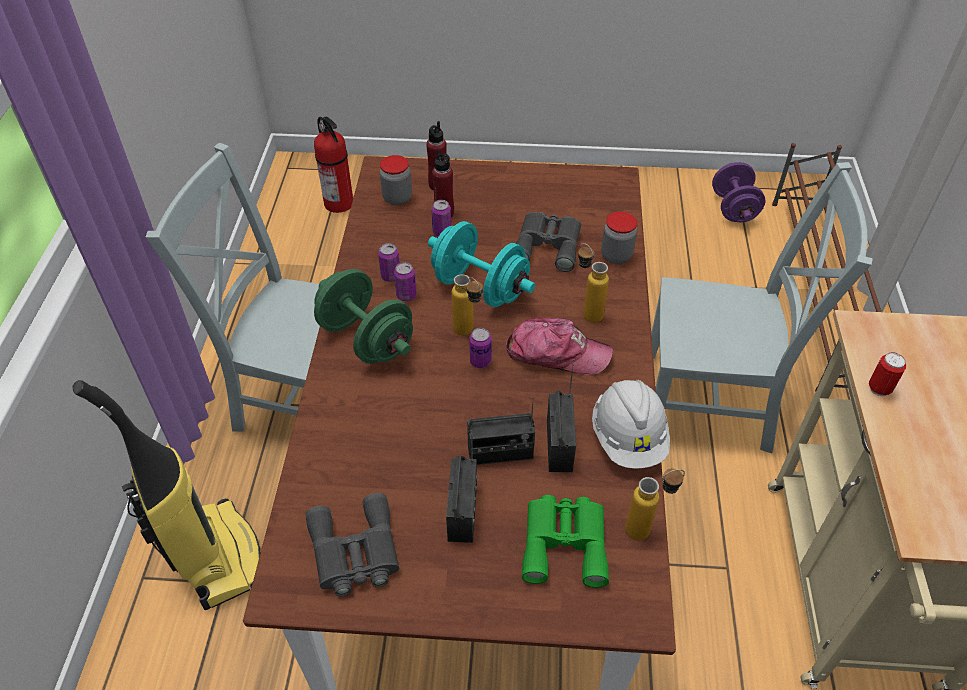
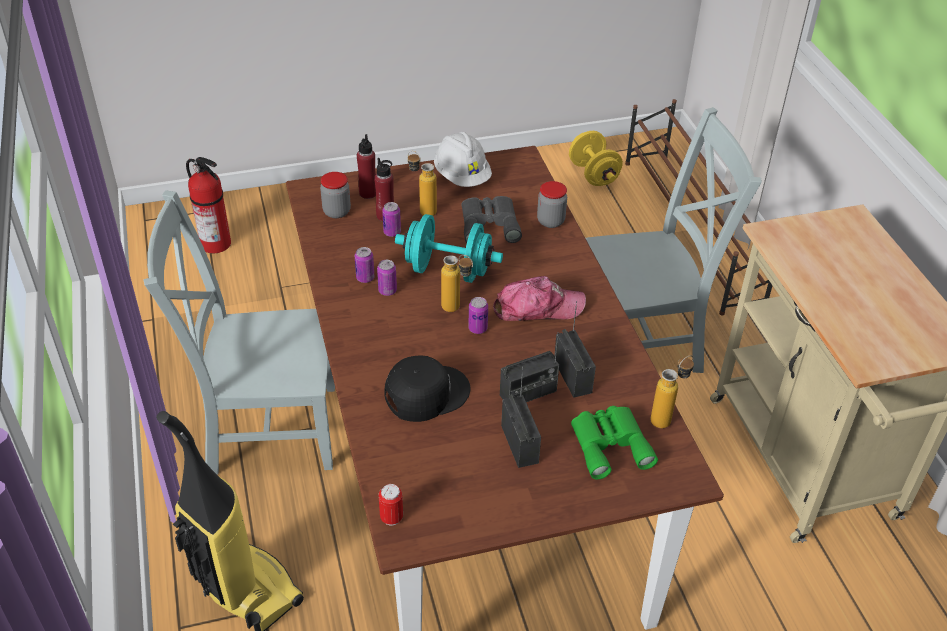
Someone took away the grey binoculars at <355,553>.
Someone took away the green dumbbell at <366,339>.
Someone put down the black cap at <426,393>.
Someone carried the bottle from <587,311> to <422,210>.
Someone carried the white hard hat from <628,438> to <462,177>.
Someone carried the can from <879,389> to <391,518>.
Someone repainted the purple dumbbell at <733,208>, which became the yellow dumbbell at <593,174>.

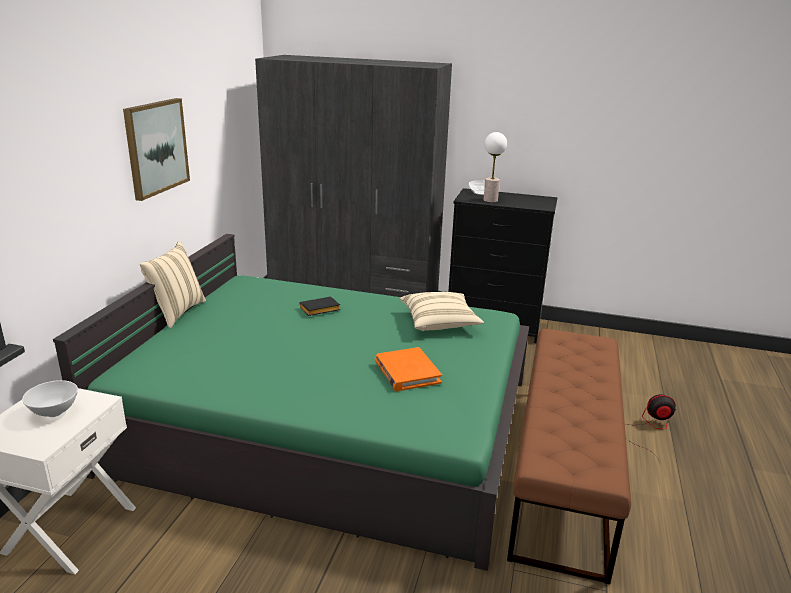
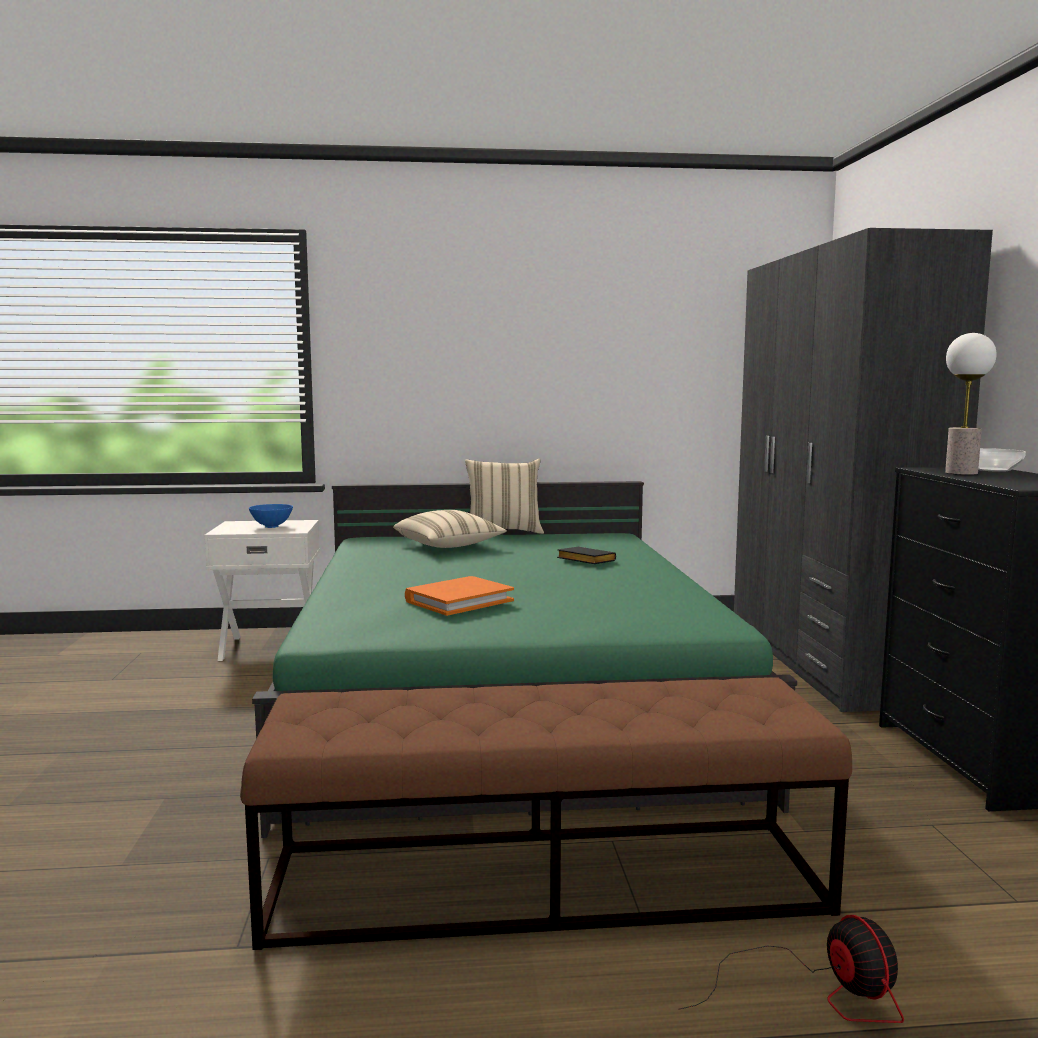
Someone took away the picture at <156,147>.
Someone carried the beige pillow from <439,323> to <448,546>.
Someone repainted the white bowl at <54,413>, which became the blue bowl at <271,526>.

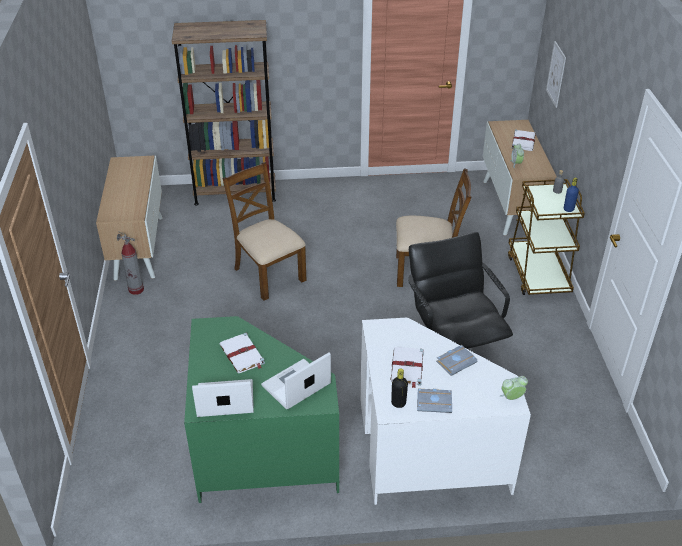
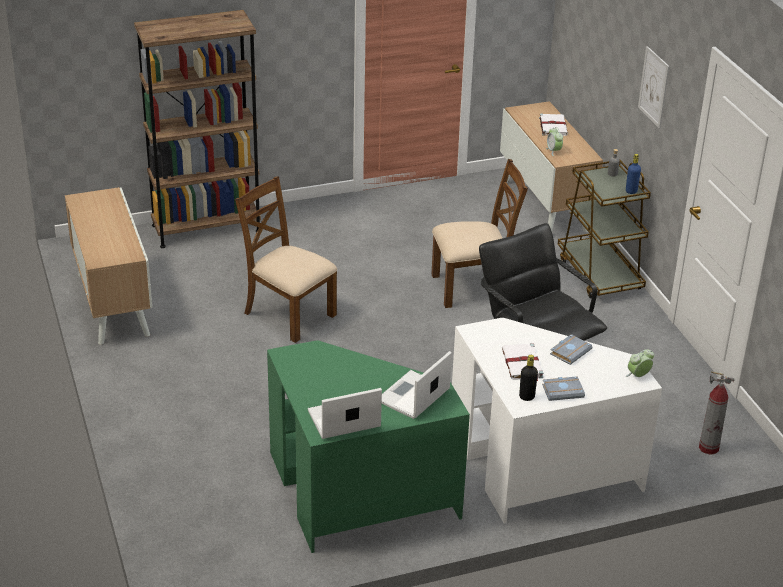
Someone took away the white book at <242,355>.
Someone carried the fire extinguisher from <136,290> to <709,448>.
Someone carried the picture from <556,74> to <654,87>.

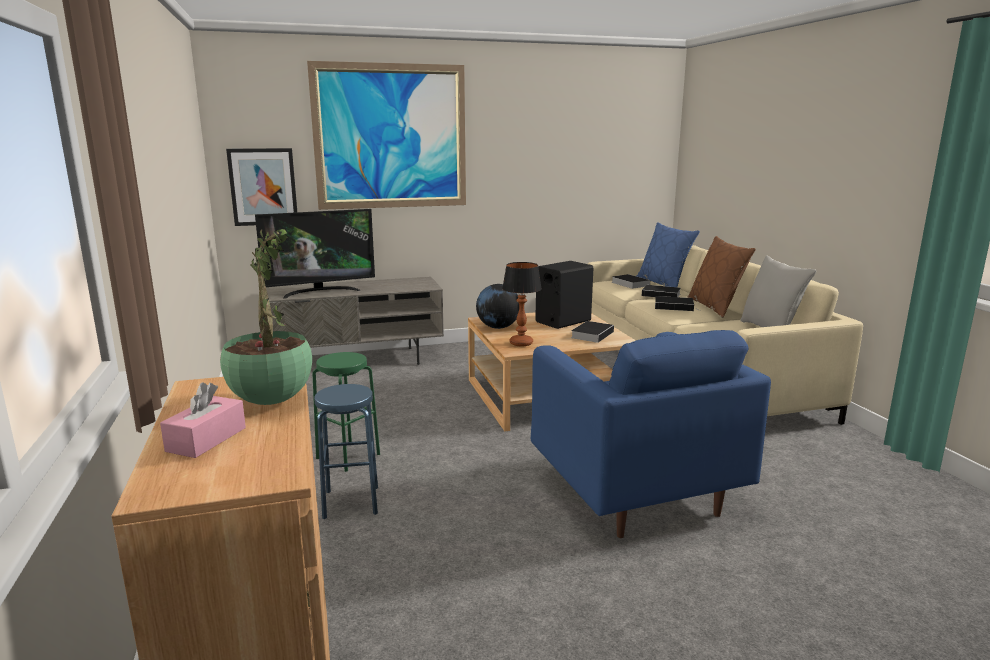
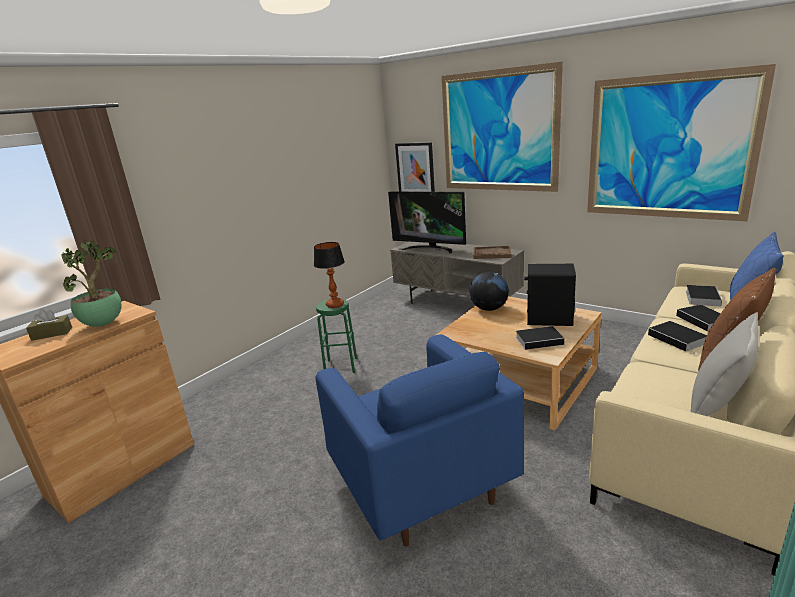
Someone took away the blue stool at <351,502>.
Someone put down the brown tray at <491,254>.
Someone put up the picture at <668,148>.
Someone carried the table lamp from <521,343> to <335,305>.
Someone repainted the pink tissue box at <206,439>, which became the brown tissue box at <52,334>.
Someone rotated the blue armchair at <633,491> by 60 degrees counterclockwise.

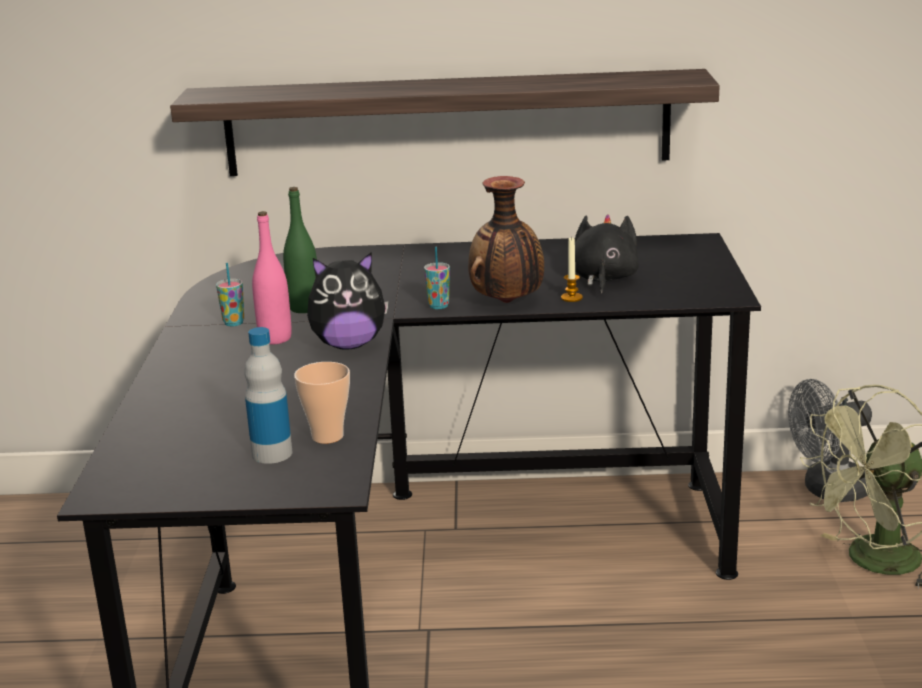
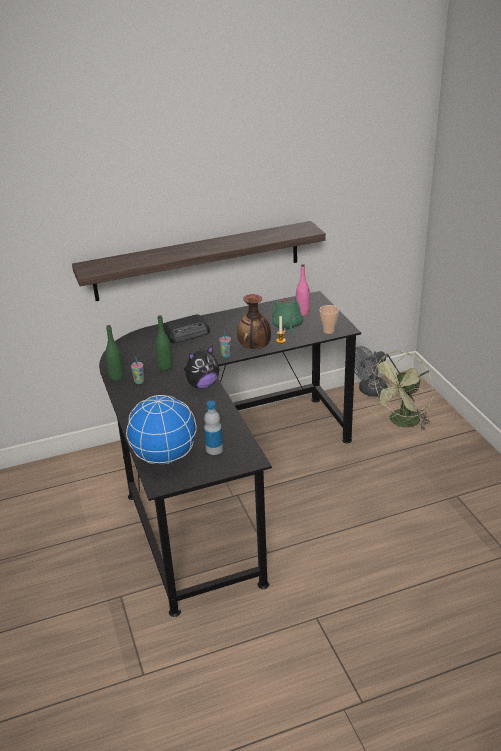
Someone put down the green bottle at <116,377>.
Someone put down the globe at <164,457>.
Someone put down the radio at <187,333>.
Someone carried the pink bottle from <275,338> to <302,313>.
Someone carried the cup from <327,436> to <328,331>.
Someone repainted the black plush toy at <603,279>, which became the green plush toy at <287,327>.

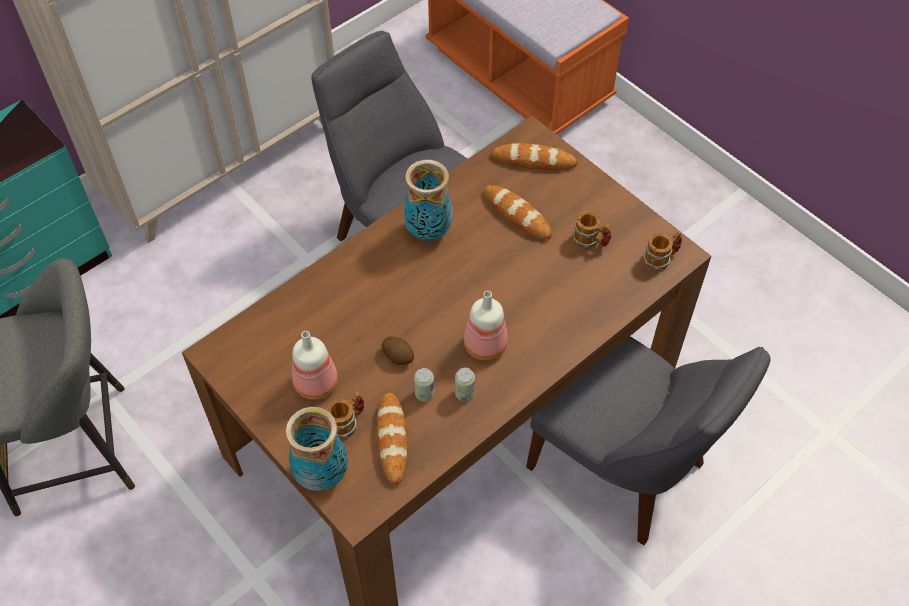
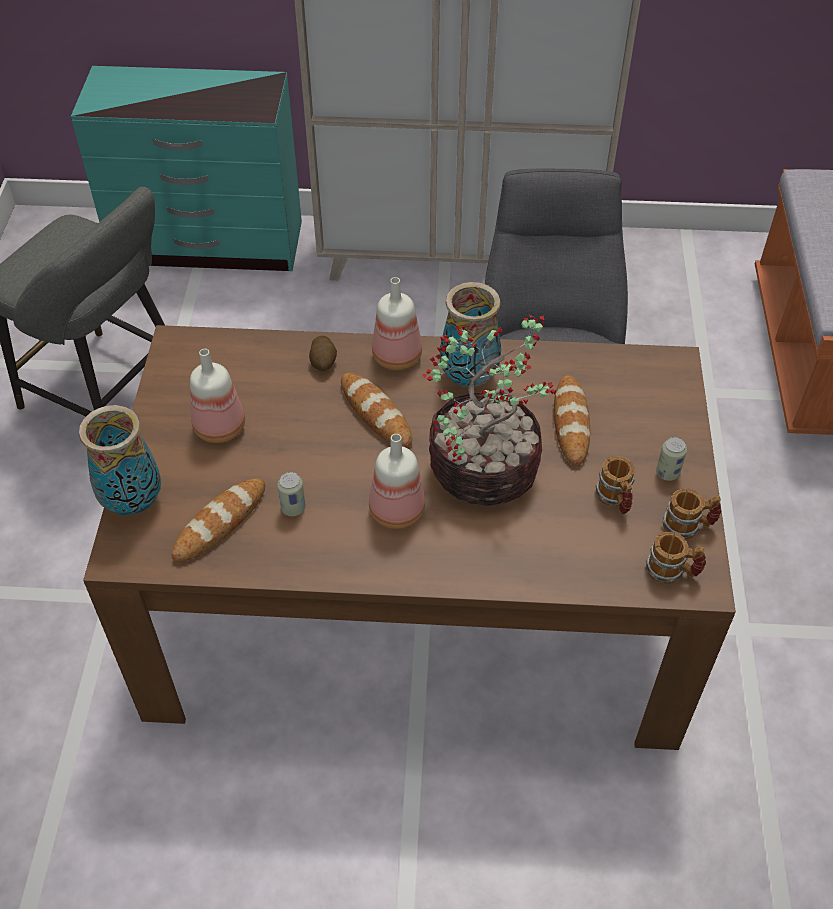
Someone took away the grey chair at <622,469>.
Someone put down the bottle at <398,356>.
Someone put down the potted plant at <486,467>.
Someone carried the mug from <347,423> to <688,526>.
Someone carried the potato from <398,356> to <323,362>.
Someone carried the can from <464,393> to <667,473>.
Someone carried the bread from <534,160> to <375,413>.

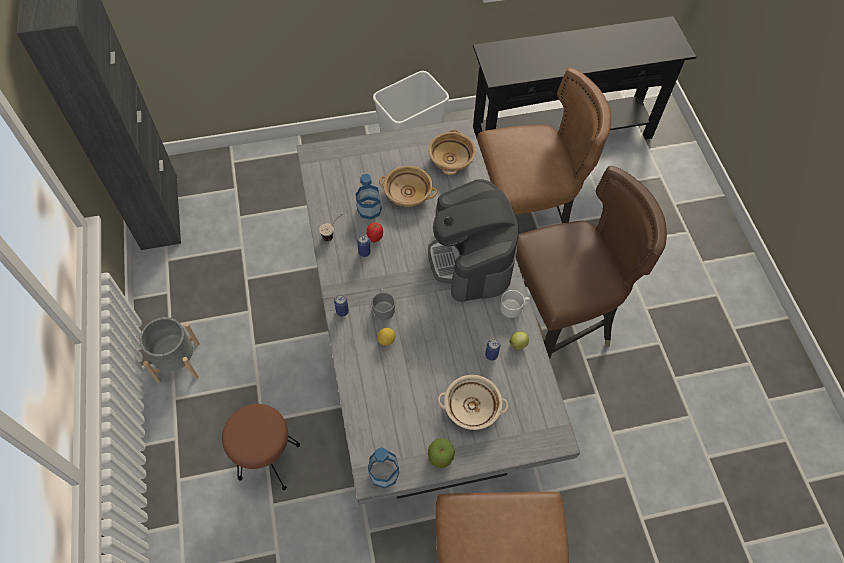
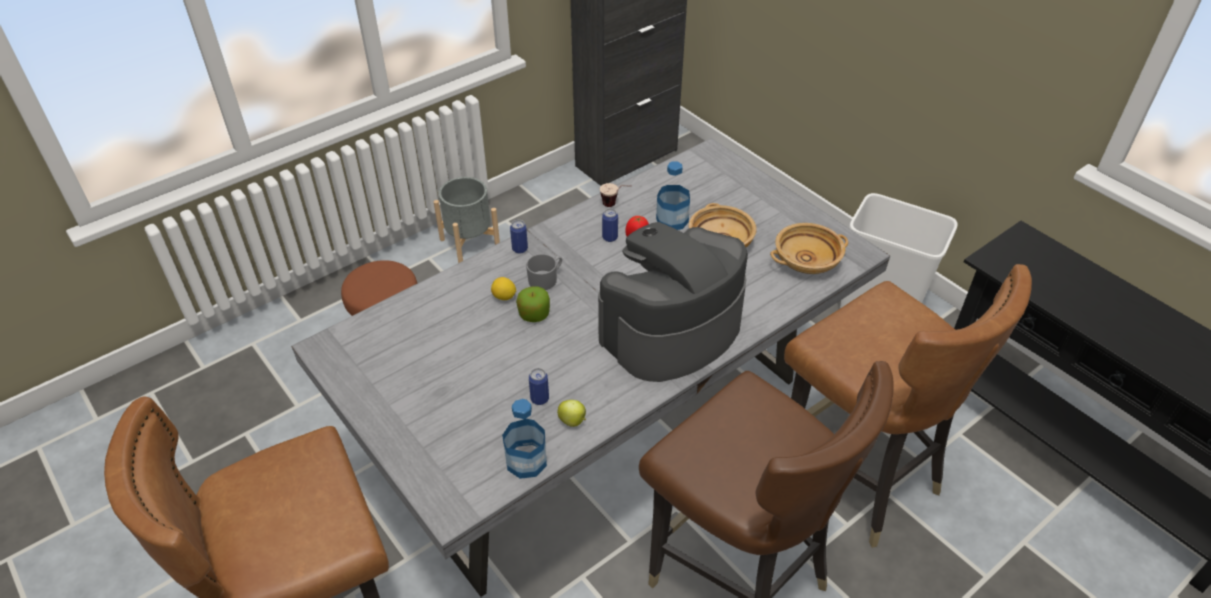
Someone took away the beige bowl at <471,408>.
Someone took away the white mug at <513,308>.
Someone carried the bottle from <384,473> to <526,461>.
Someone carried the apple from <440,457> to <534,314>.

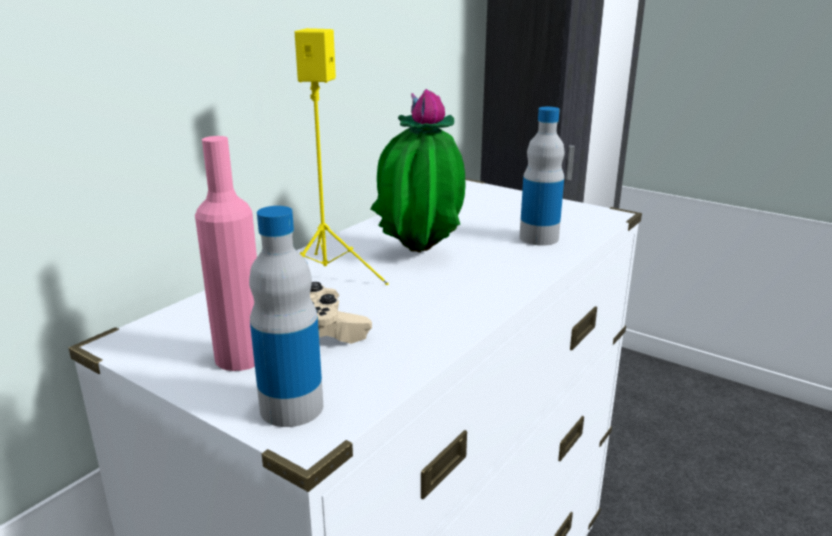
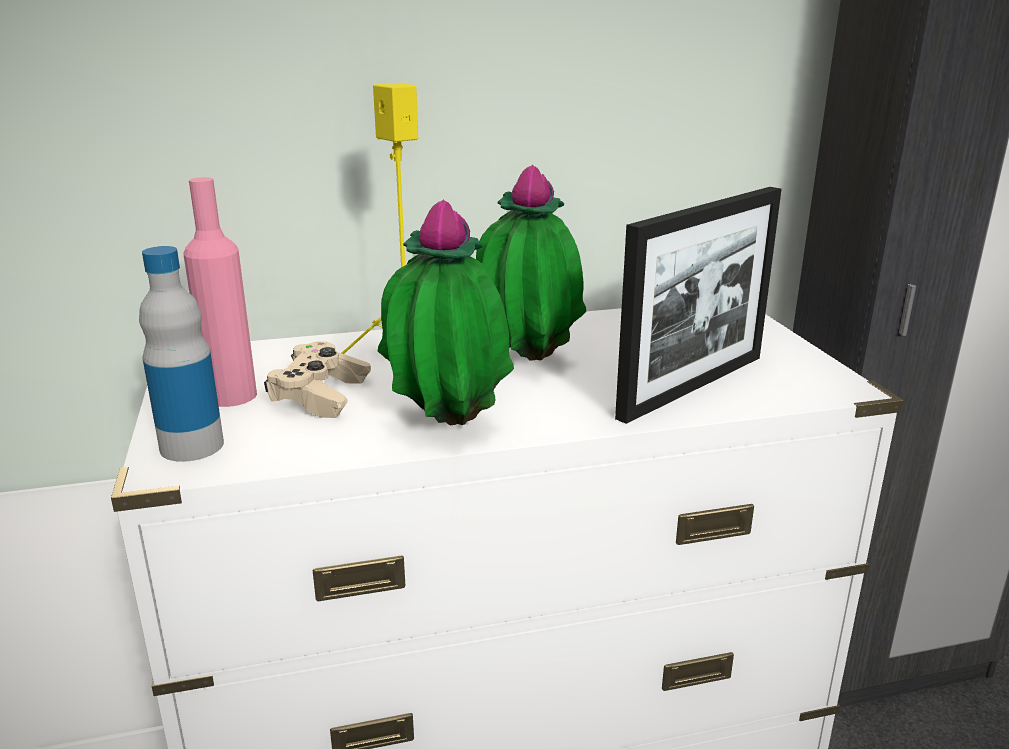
Someone put down the potted plant at <446,429>.
Someone swapped the bottle at <539,238> for the picture frame at <692,386>.

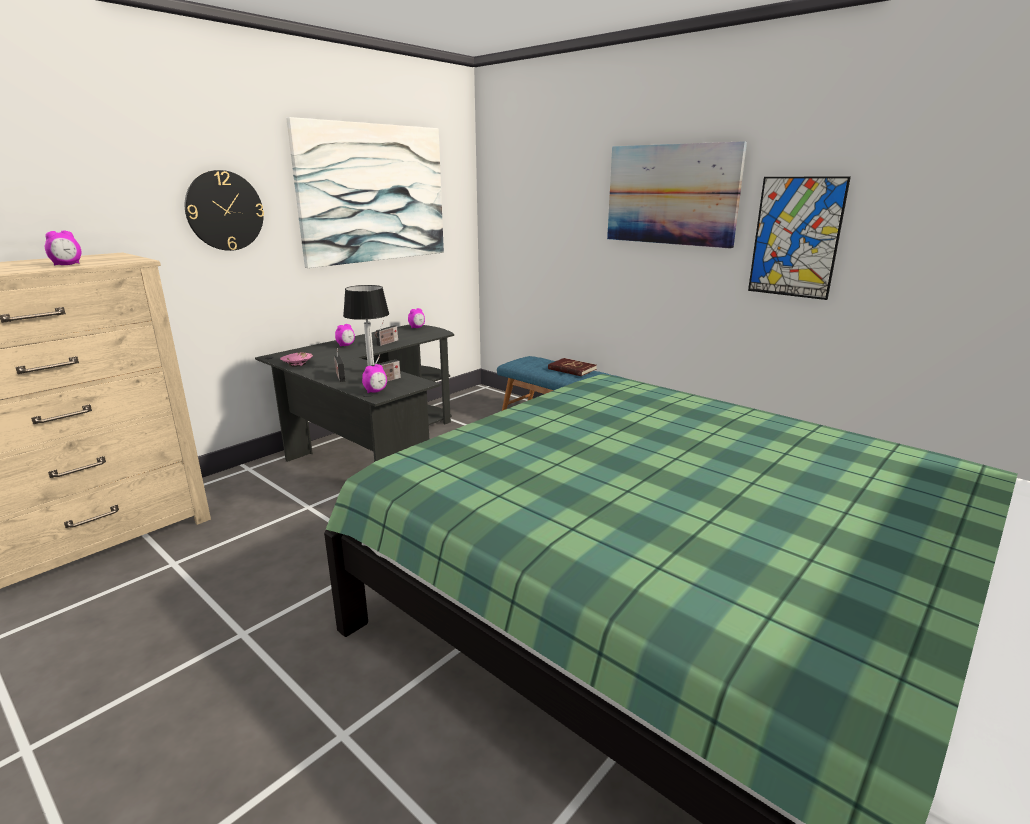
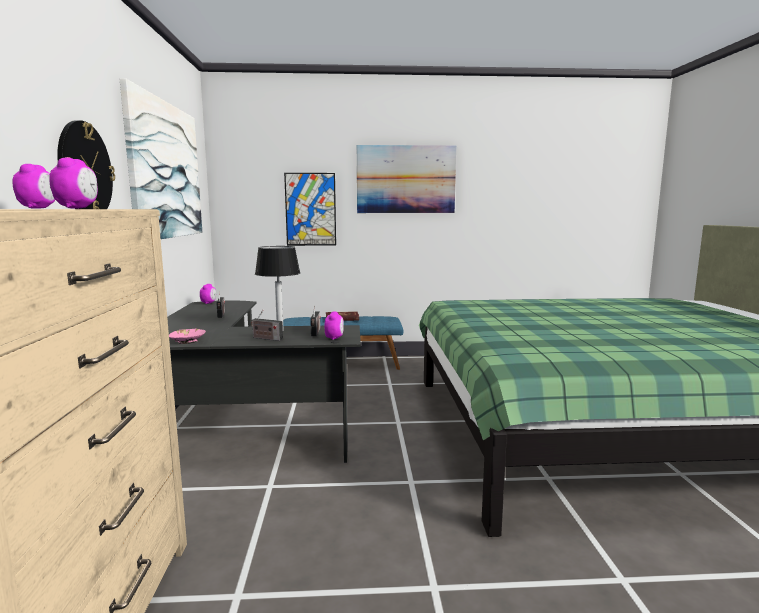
Someone carried the alarm clock from <346,345> to <38,208>.
Someone carried the picture from <796,237> to <310,209>.

